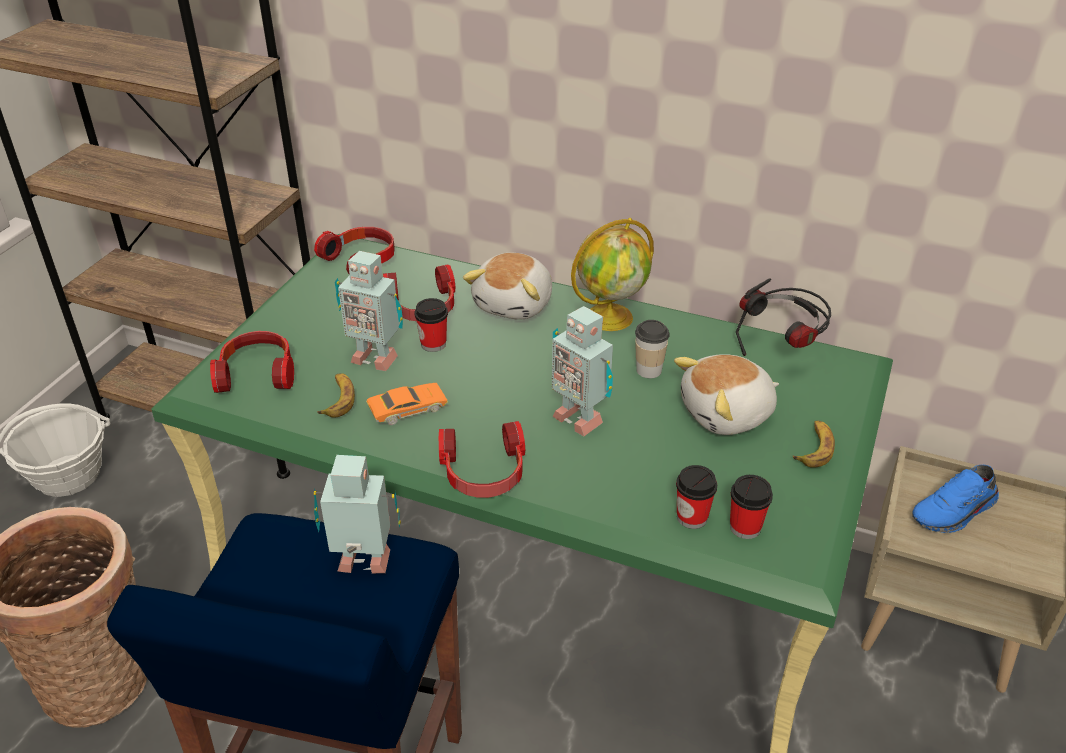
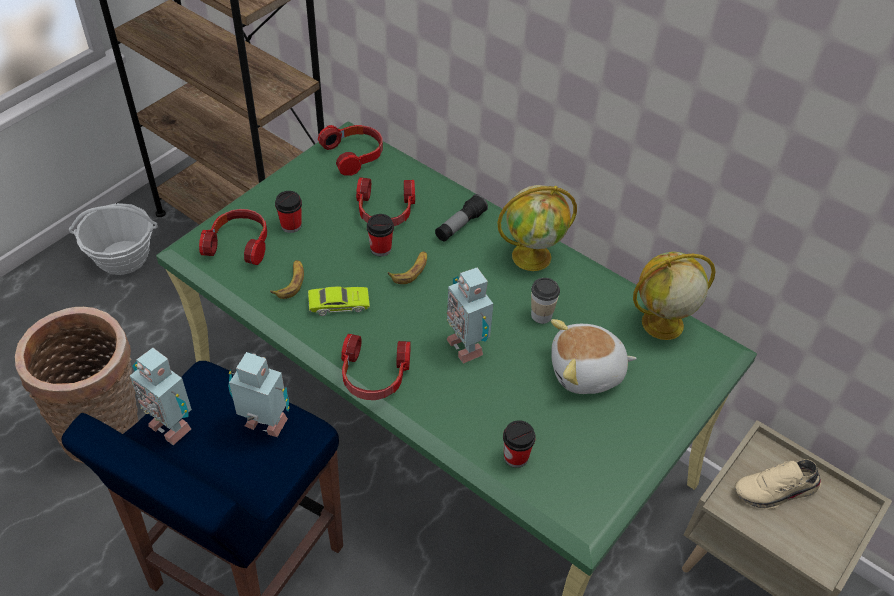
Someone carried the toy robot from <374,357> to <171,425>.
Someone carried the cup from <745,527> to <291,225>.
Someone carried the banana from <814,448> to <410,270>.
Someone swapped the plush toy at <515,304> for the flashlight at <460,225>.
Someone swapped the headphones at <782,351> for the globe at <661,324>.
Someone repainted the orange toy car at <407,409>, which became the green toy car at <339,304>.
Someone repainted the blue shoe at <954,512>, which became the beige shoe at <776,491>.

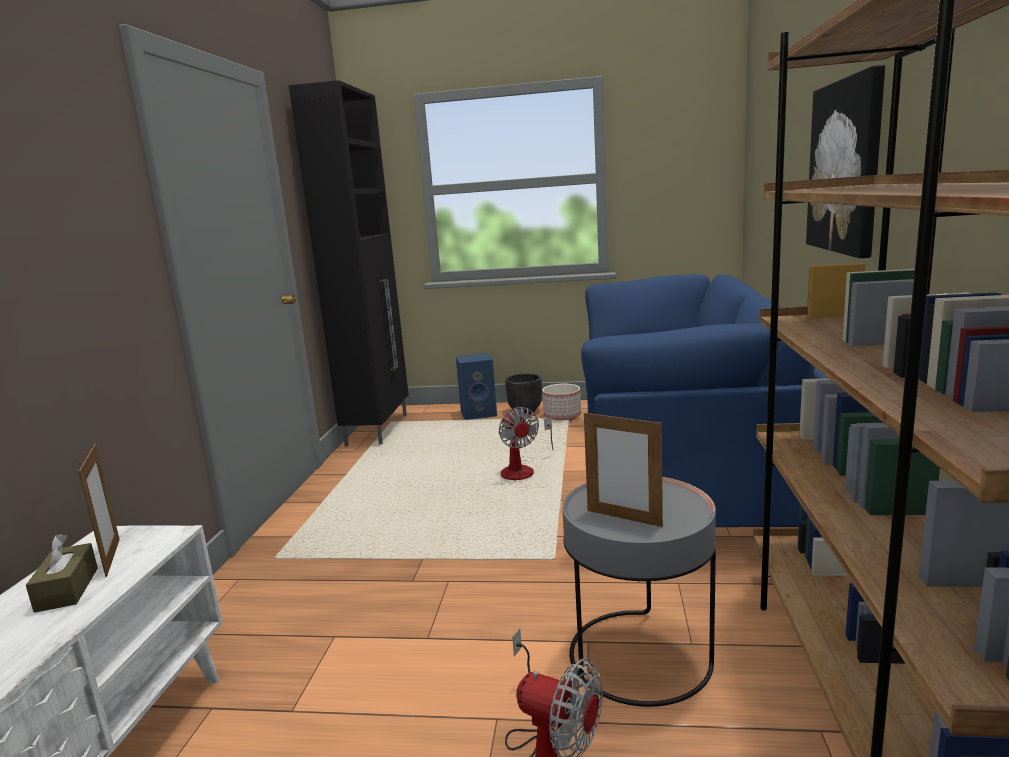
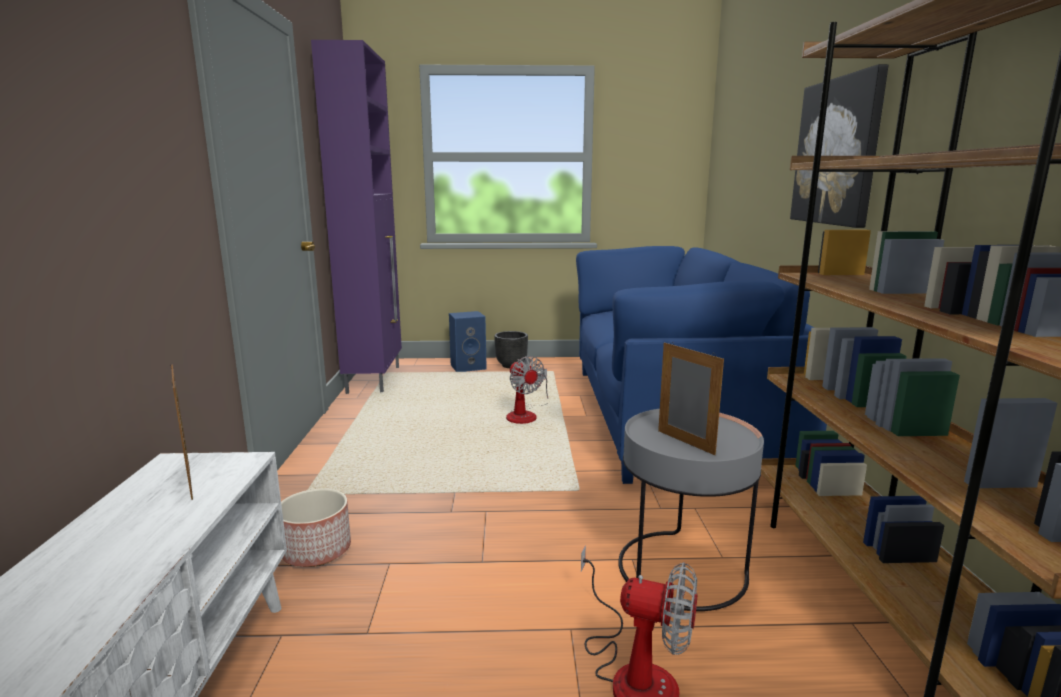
Someone took away the brown tissue box at <67,589>.
Someone carried the planter from <562,416> to <316,551>.
Someone repainted the black cabinet at <378,429>, which became the purple cabinet at <375,379>.
Someone rotated the picture frame at <624,518> by 150 degrees counterclockwise.

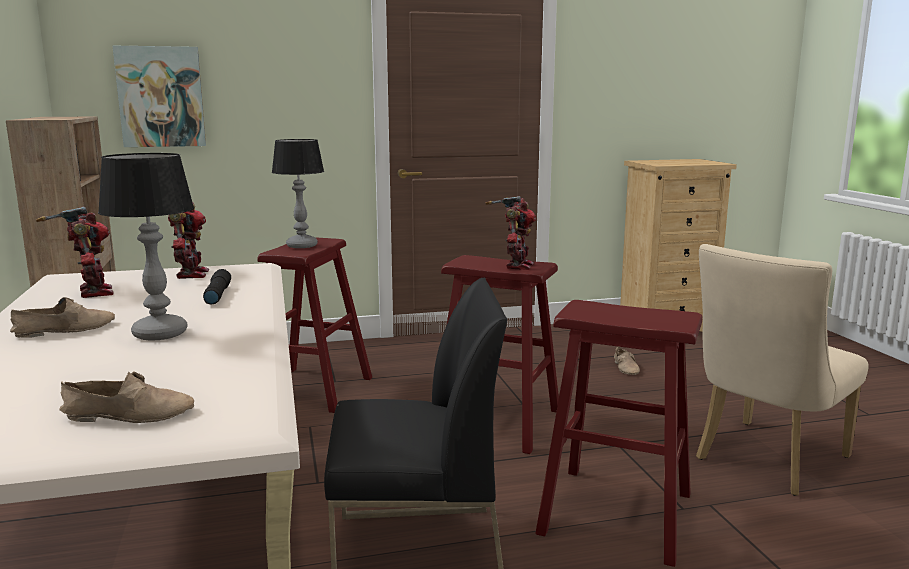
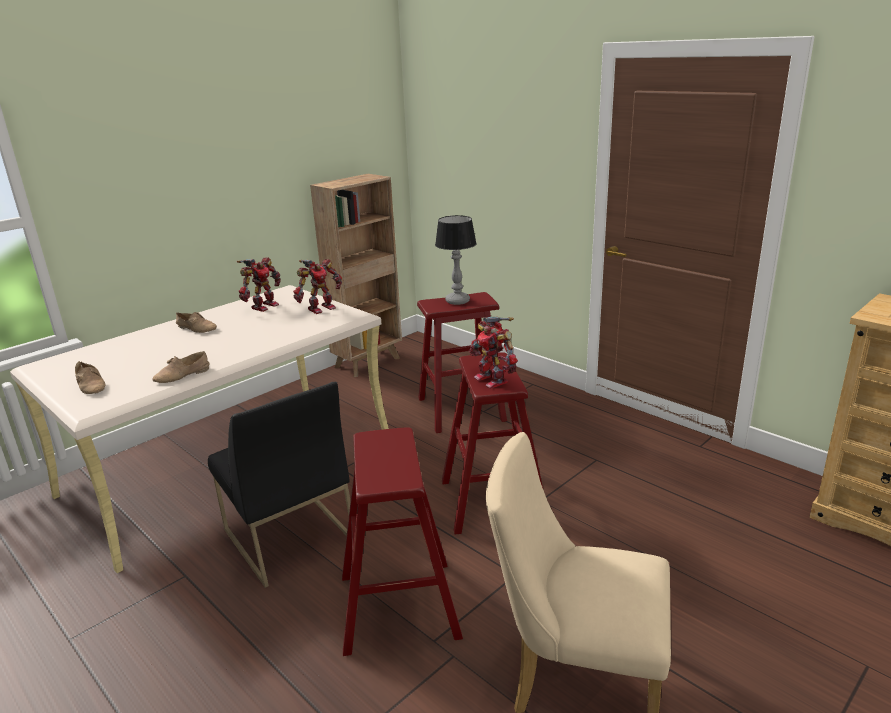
Someone took away the table lamp at <161,333>.
Someone took away the picture at <161,97>.
Someone took away the black flashlight at <217,295>.
Someone carried the beige shoe from <626,368> to <182,375>.
Someone rotated the toy robot at <516,265> by 75 degrees clockwise.

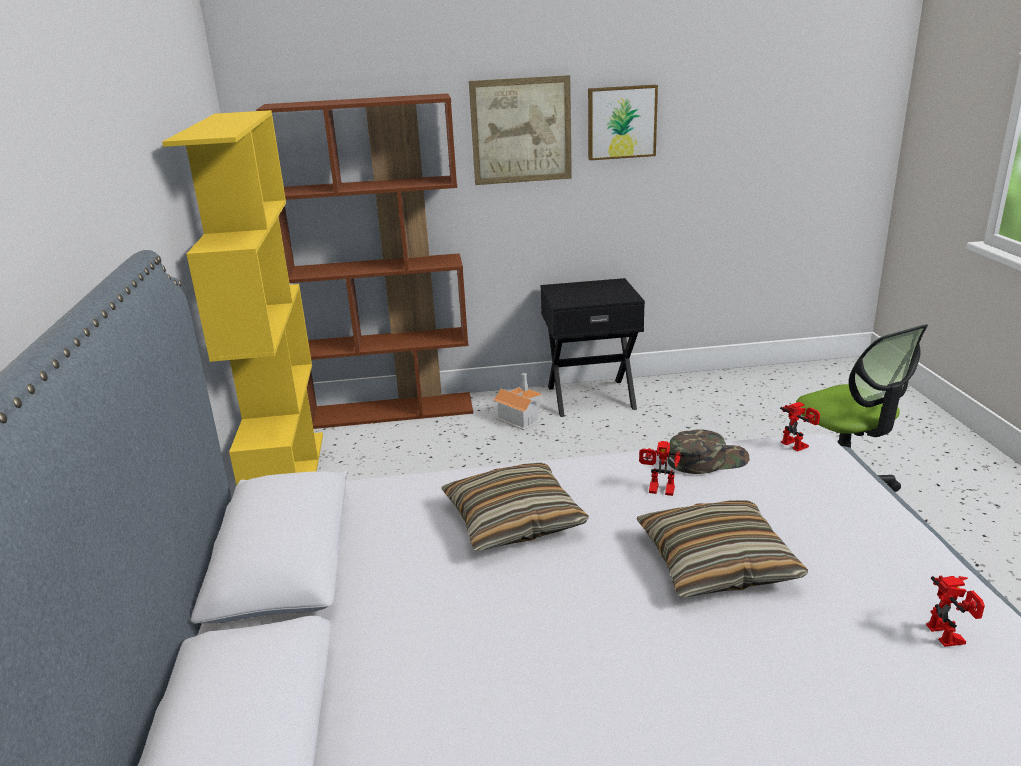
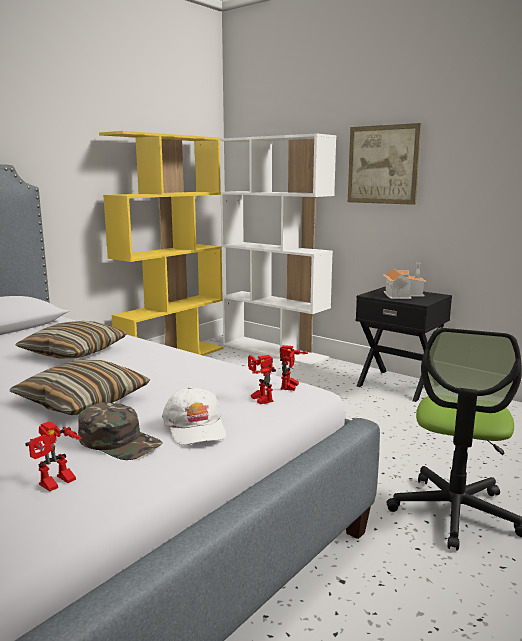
Someone took away the picture at <621,122>.
Someone put down the white cap at <195,427>.
Someone carried the toy house from <520,416> to <402,294>.
Someone carried the toy robot from <659,491> to <258,399>.
Someone carried the green cap from <707,460> to <120,441>.
Someone repainted the brown bookcase at <393,410>, which became the white bookcase at <275,351>.

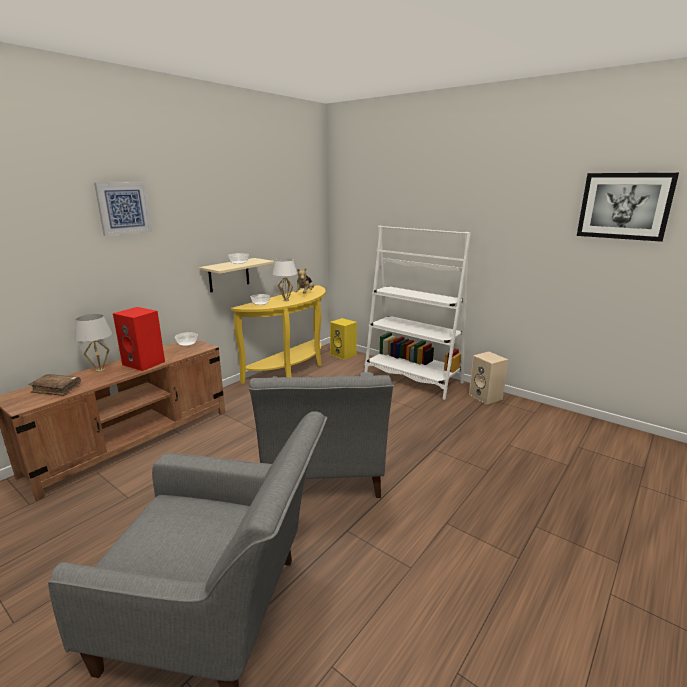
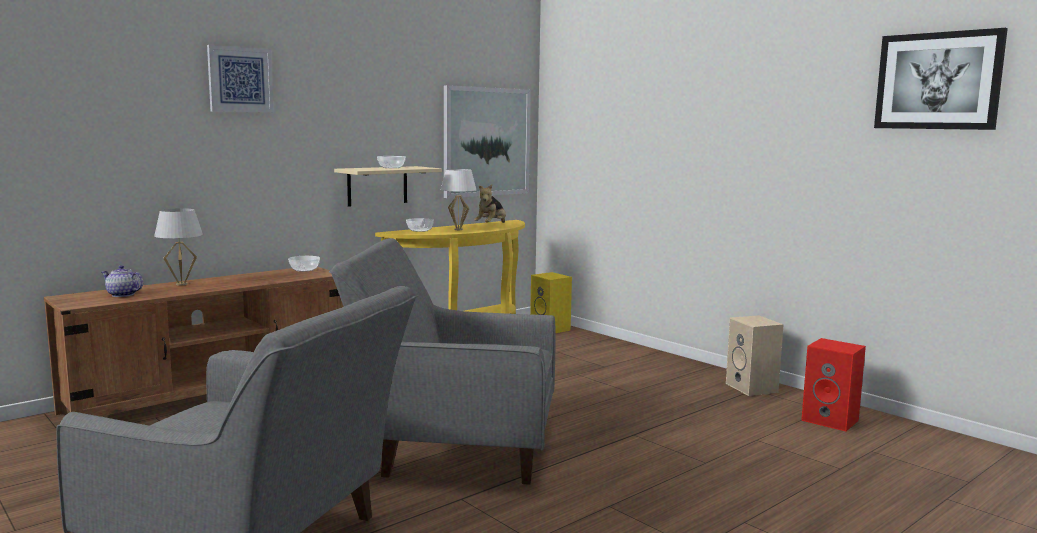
Someone took away the white bookcase at <412,379>.
Someone put up the picture at <486,142>.
Someone carried the red speaker from <145,363> to <831,420>.
Someone swapped the brown book at <56,389> for the teapot at <122,295>.
Someone rotated the grey armchair at <322,476> by 90 degrees clockwise.

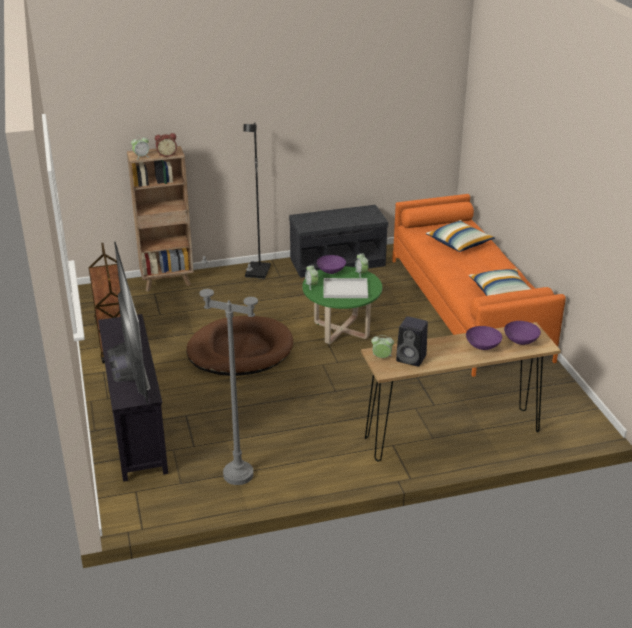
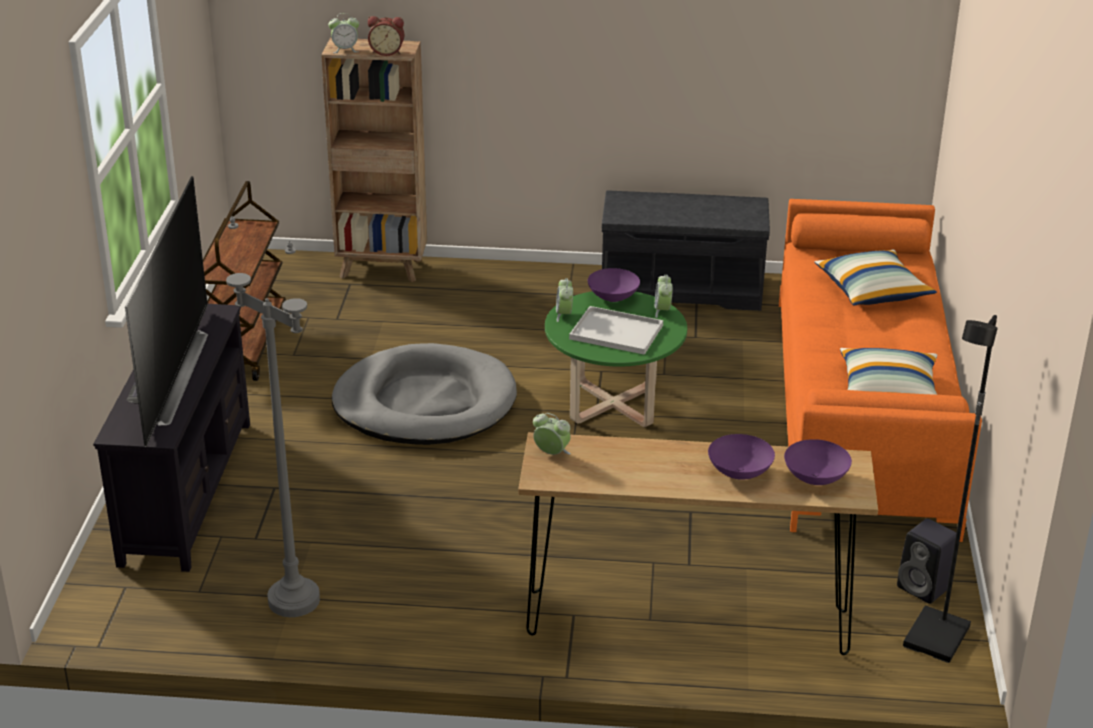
Someone carried the black floor lamp from <258,272> to <937,638>.
Someone carried the black speaker from <412,358> to <925,588>.
Someone repainted the brown dog bed at <240,351>, which became the grey dog bed at <425,403>.

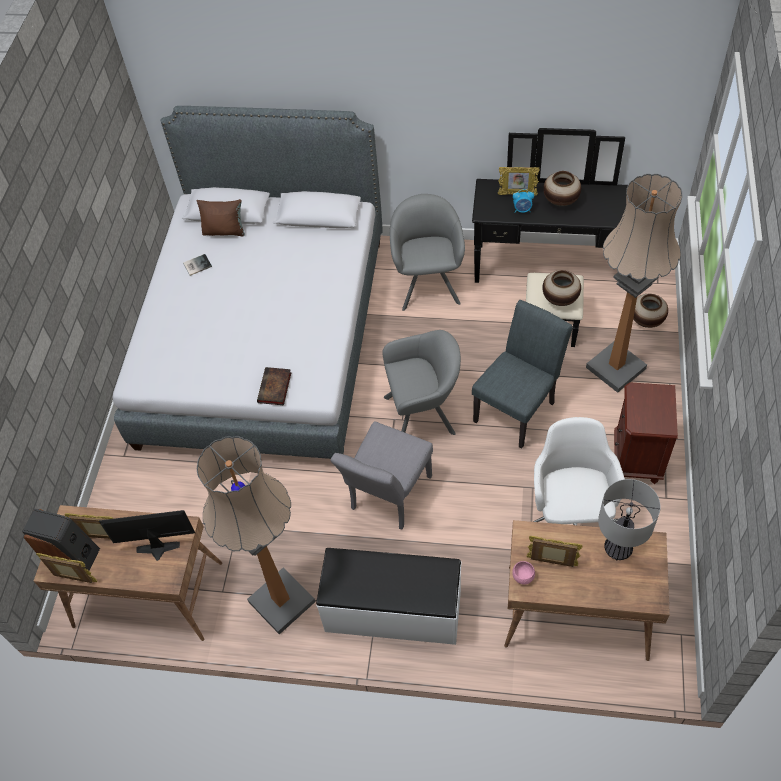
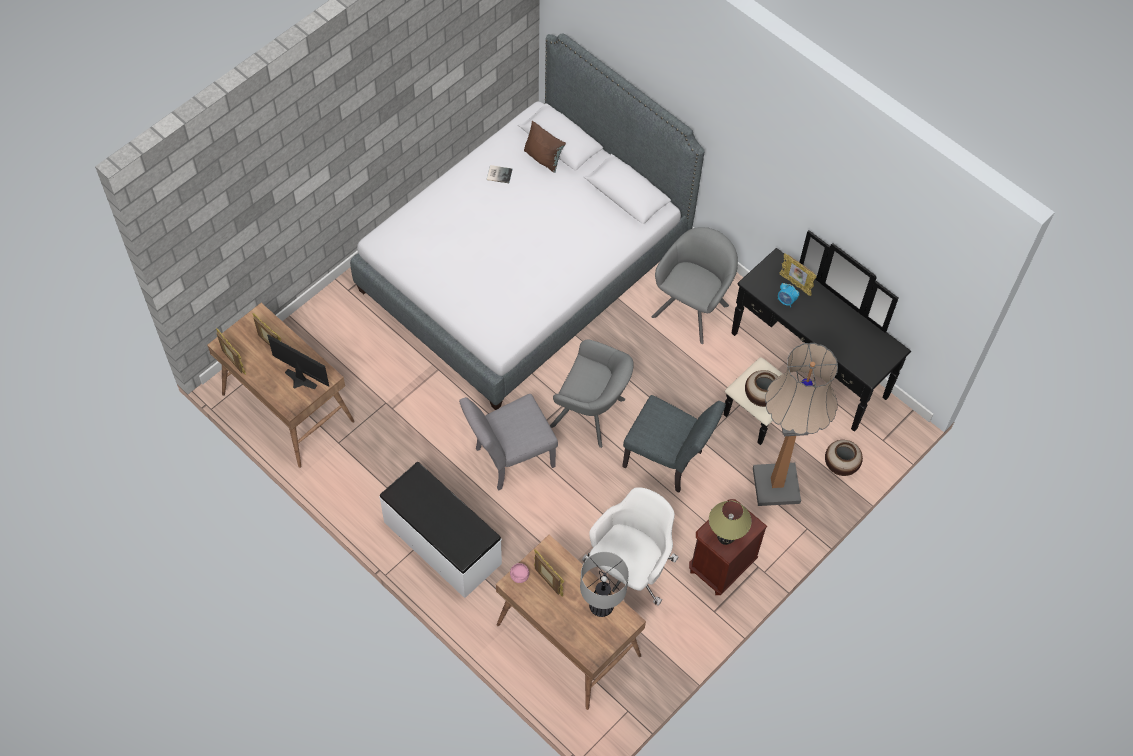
Someone took away the speaker at <72,553>.
Someone took away the floor lamp at <281,602>.
Someone took away the book at <275,389>.
Someone took away the vase at <560,201>.
Someone put down the table lamp at <724,539>.
Someone rotated the grey chair at <518,408> by 45 degrees clockwise.

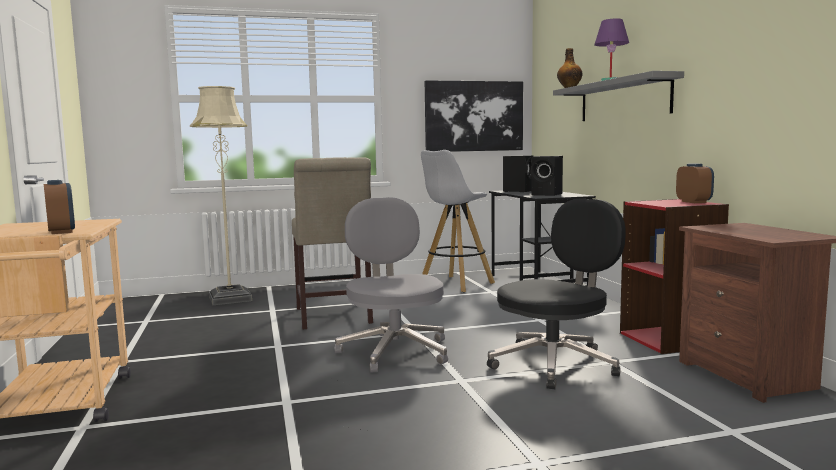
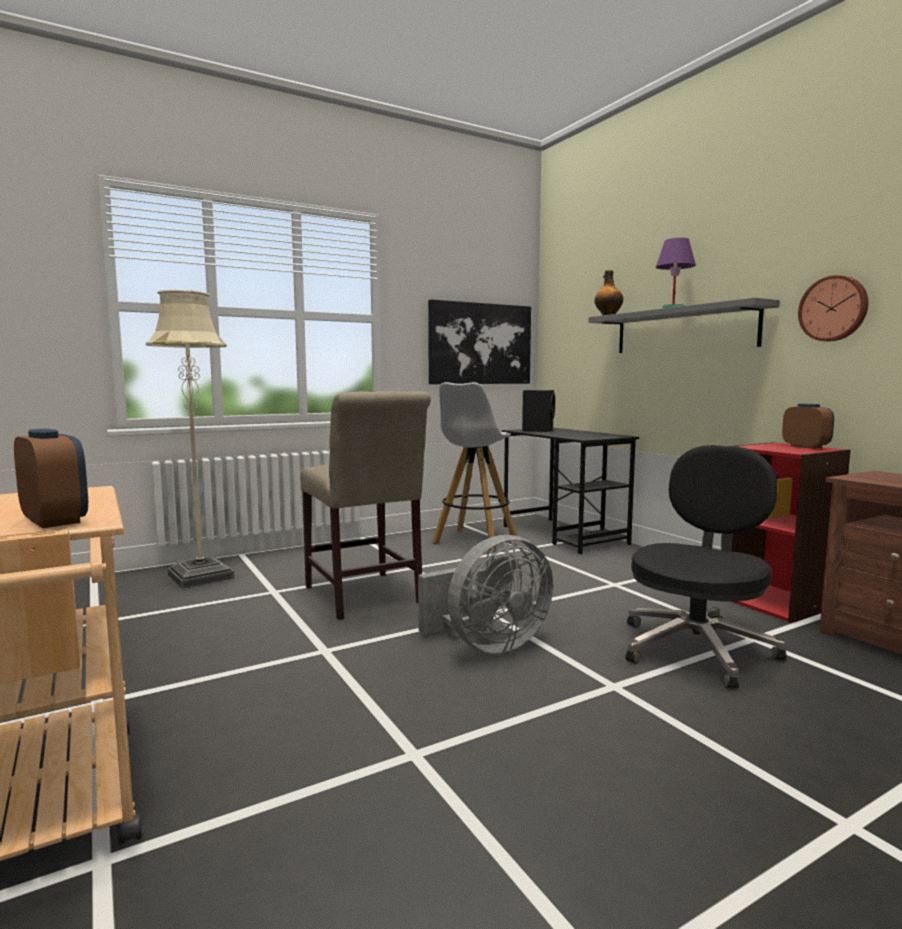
Someone took away the black speaker at <547,194>.
Someone put up the wall clock at <834,309>.
Someone swapped the grey office chair at <394,351> for the grey fan at <488,645>.

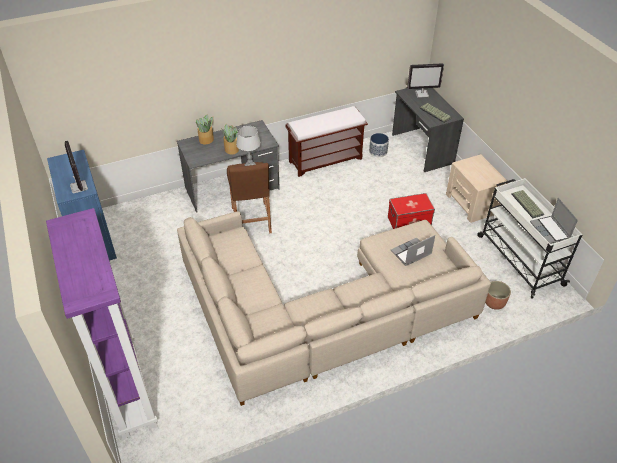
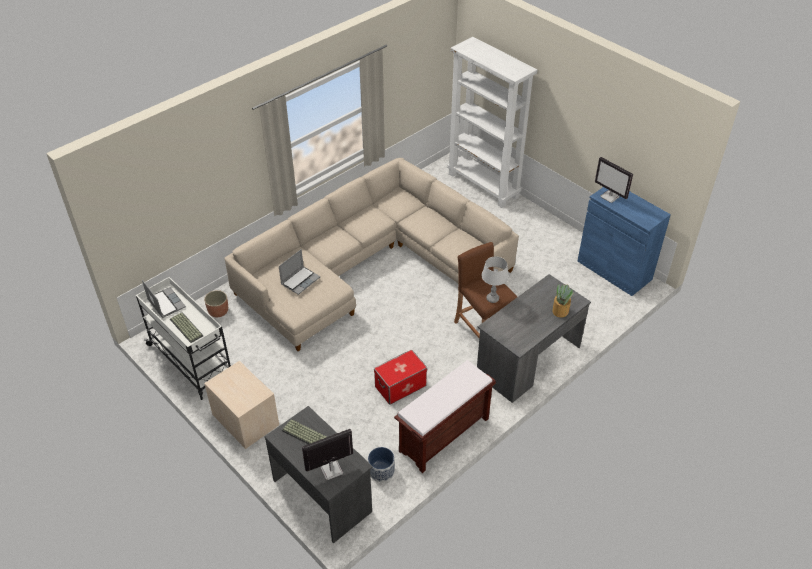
Someone took away the potted plant at <231,149>.
Someone carried the storage box from <409,222> to <400,386>.
Someone repainted the purple bookcase at <128,389>, which became the white bookcase at <484,185>.

